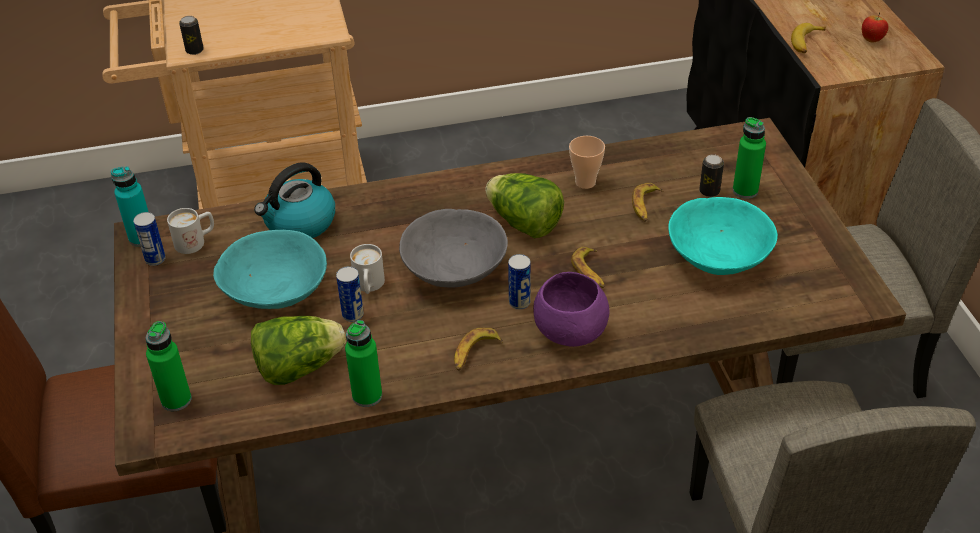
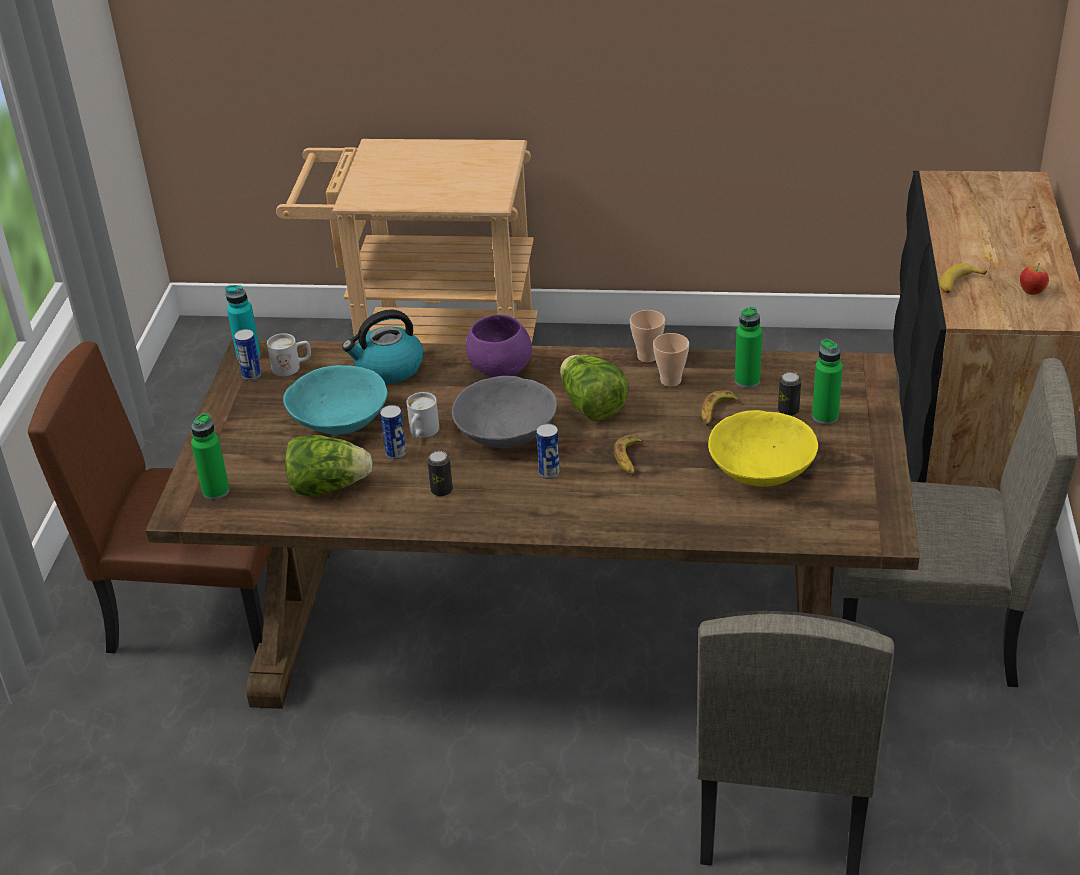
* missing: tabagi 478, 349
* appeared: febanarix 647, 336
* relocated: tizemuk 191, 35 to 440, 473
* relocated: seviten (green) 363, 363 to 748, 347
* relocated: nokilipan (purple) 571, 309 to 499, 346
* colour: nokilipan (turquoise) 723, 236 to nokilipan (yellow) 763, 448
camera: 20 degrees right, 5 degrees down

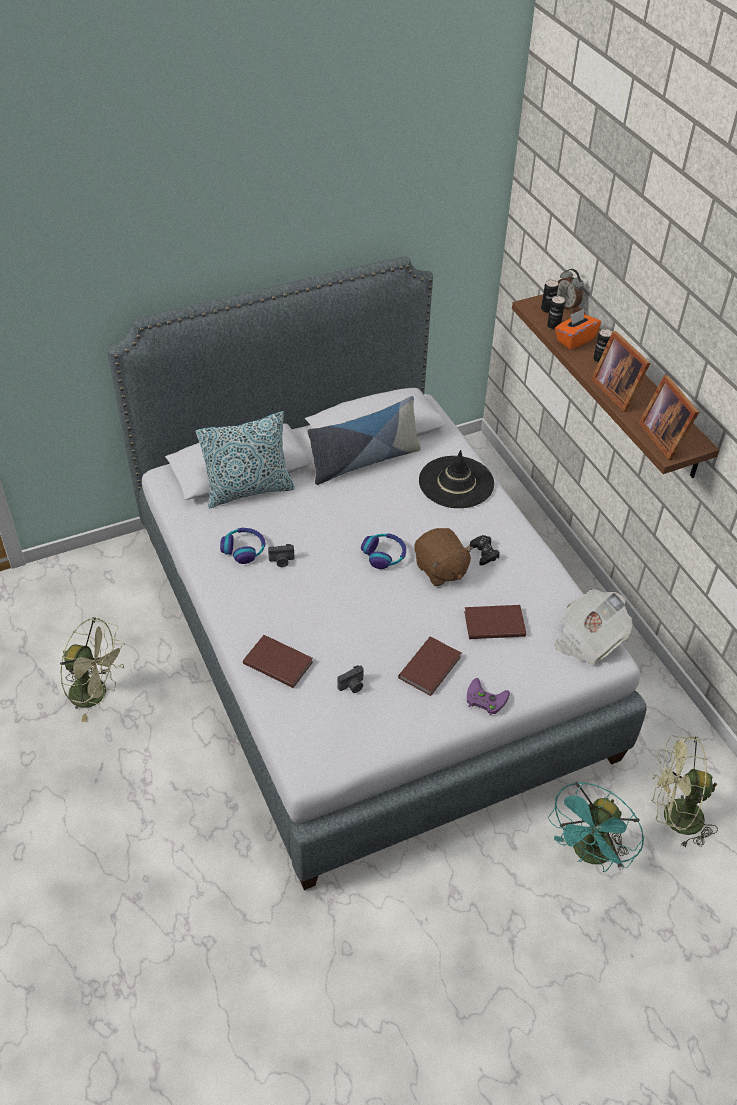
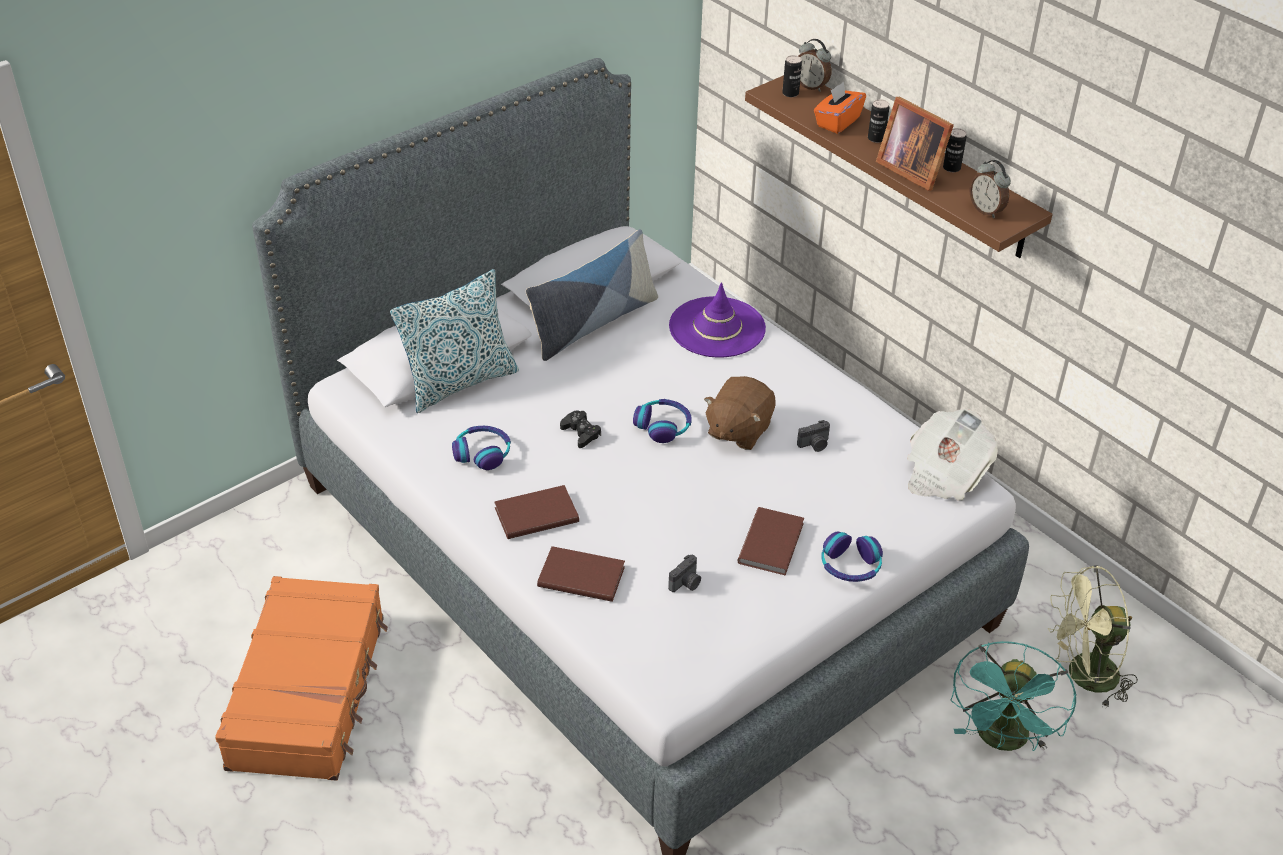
* relocated: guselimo 281, 555 to 813, 436
* relocated: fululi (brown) 495, 622 to 536, 512
* relocated: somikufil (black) 485, 550 to 580, 429
* relocated: tizemuk 556, 313 to 955, 150
* exchanged: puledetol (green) 93, 669 to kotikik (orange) 301, 678
* exchanged: somikufil (purple) 488, 697 to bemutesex 852, 557
* exchanged: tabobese 669, 417 to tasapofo 990, 189
* colour: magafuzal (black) 456, 479 to magafuzal (purple) 717, 319
* spun: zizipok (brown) 443, 557 = 739, 413 75 degrees clockwise
camera: 15 degrees left, 5 degrees down

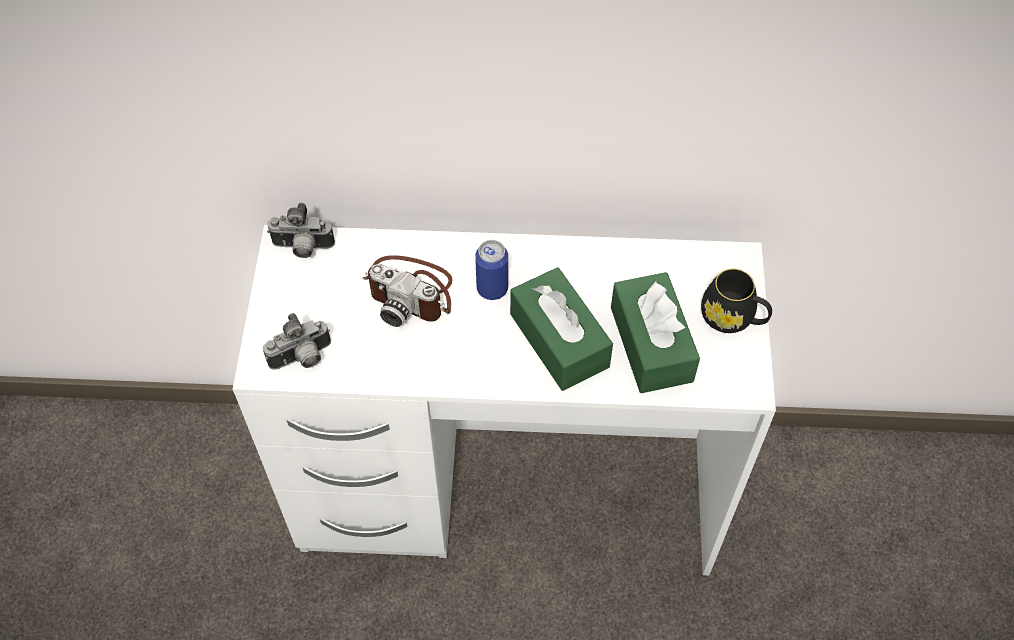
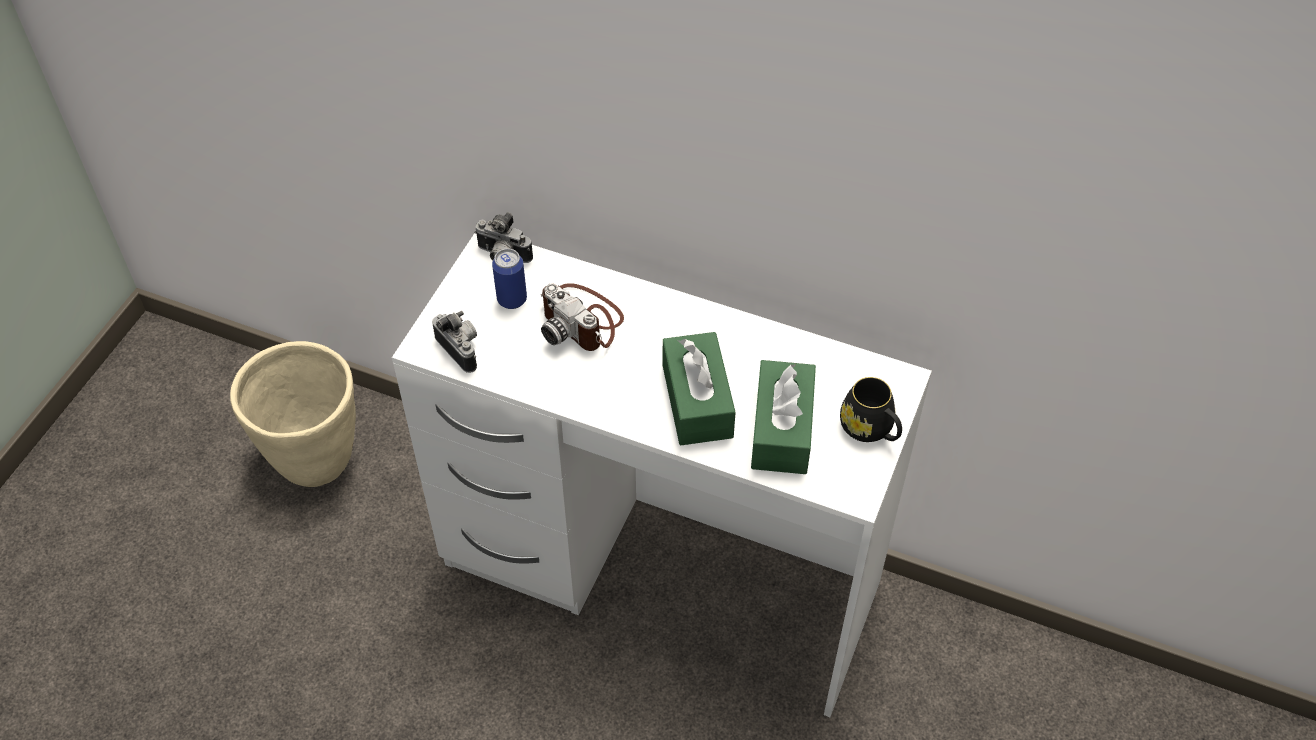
* appeared: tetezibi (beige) 293, 414
* relocated: tizemuk 491, 270 to 509, 278
* spun: guselimo 297, 341 = 454, 342 120 degrees counterclockwise
camera: 20 degrees right, 5 degrees down

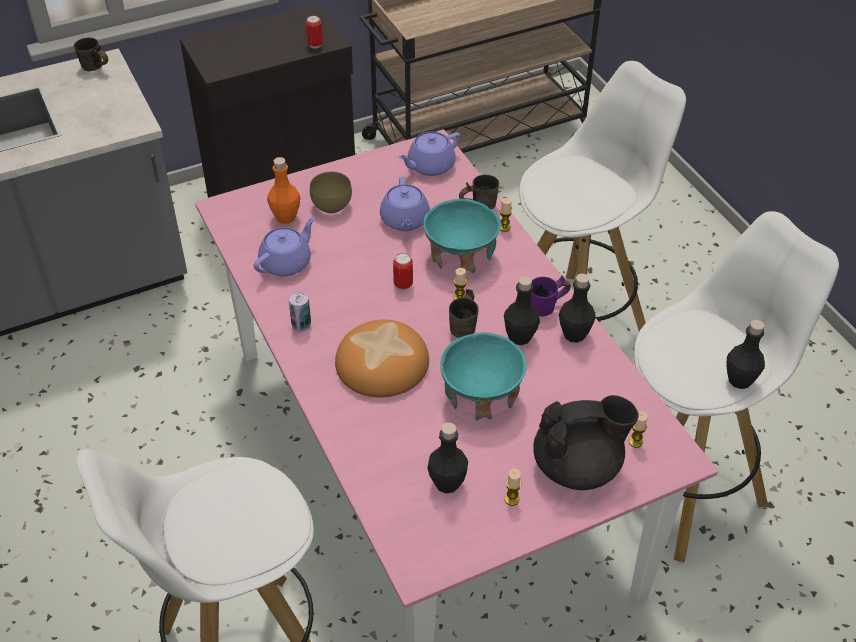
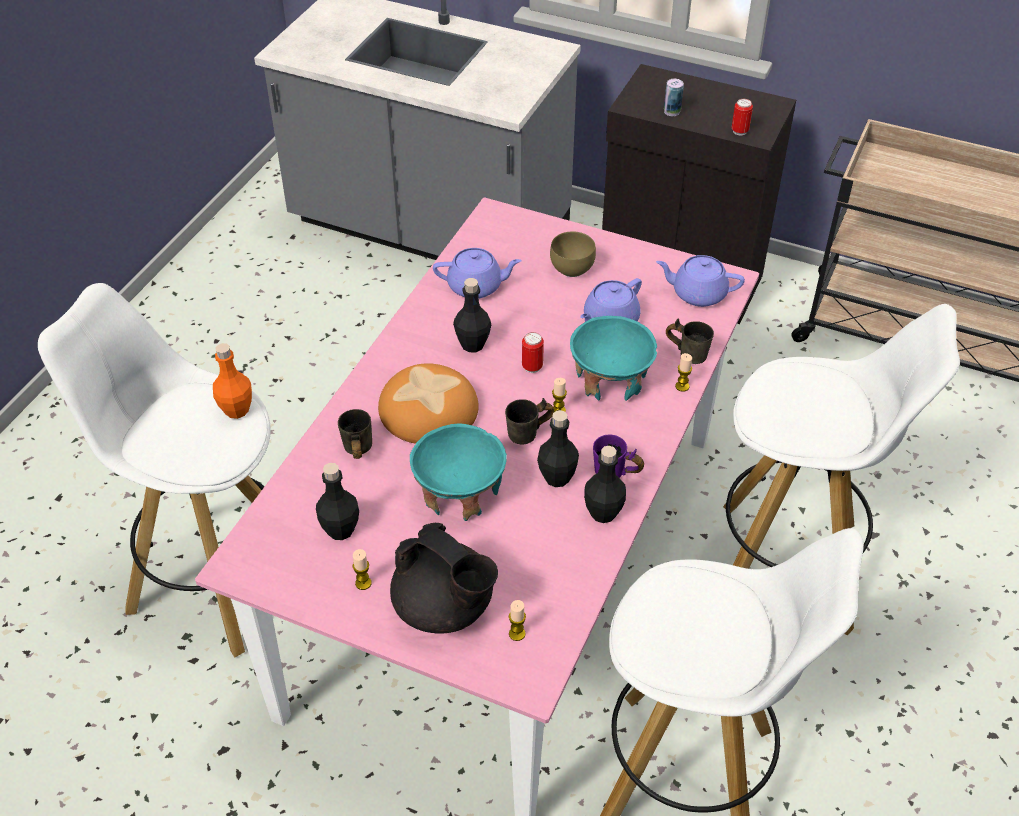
* relocated: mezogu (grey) 91, 54 to 355, 434
* relocated: seviten (orange) 283, 190 to 232, 381
* relocated: tizemuk 300, 312 to 674, 97
* relocated: seviten (black) 745, 354 to 472, 315
camera: 50 degrees right, 0 degrees up

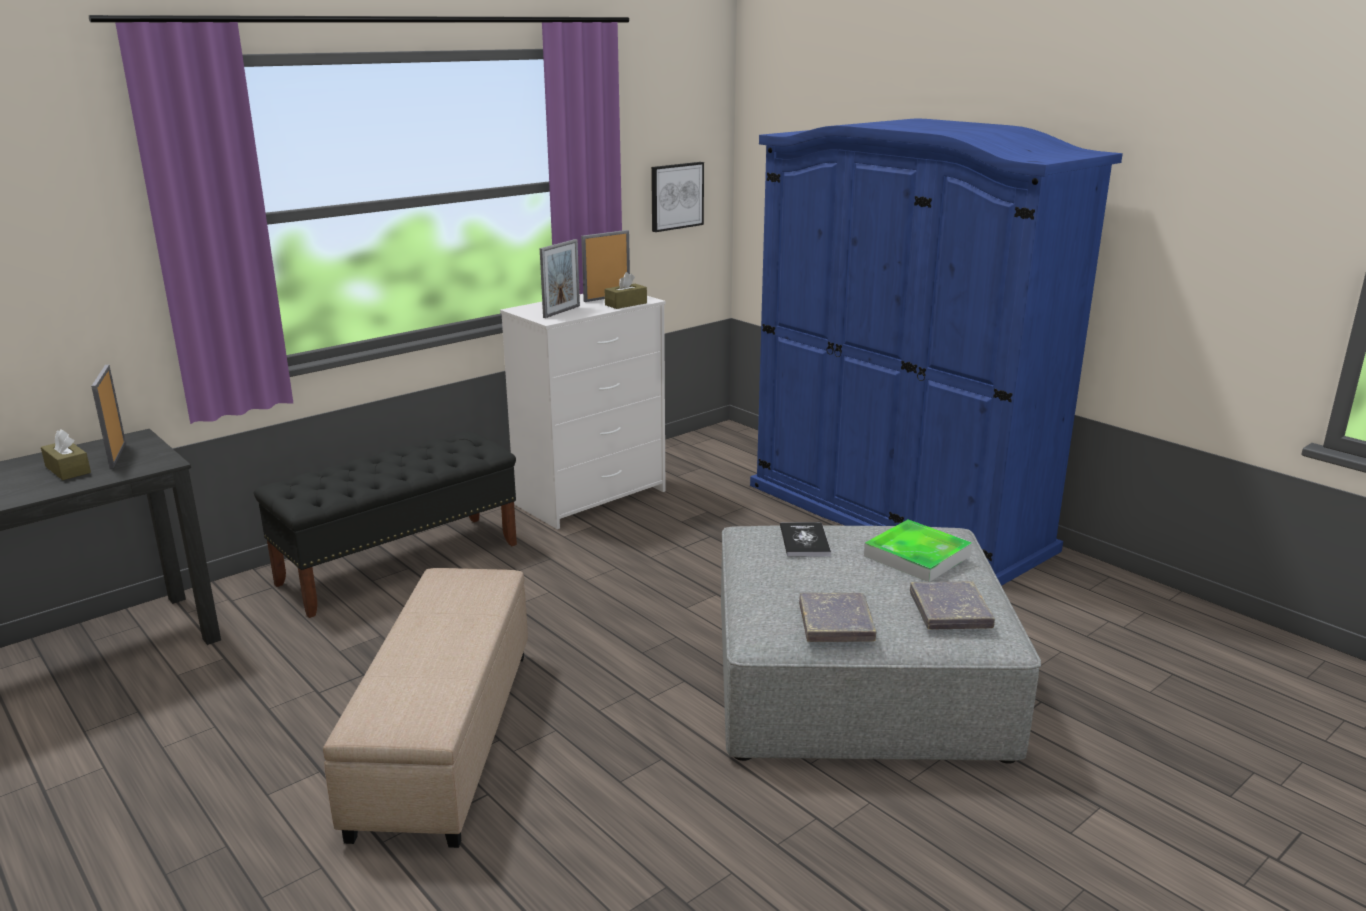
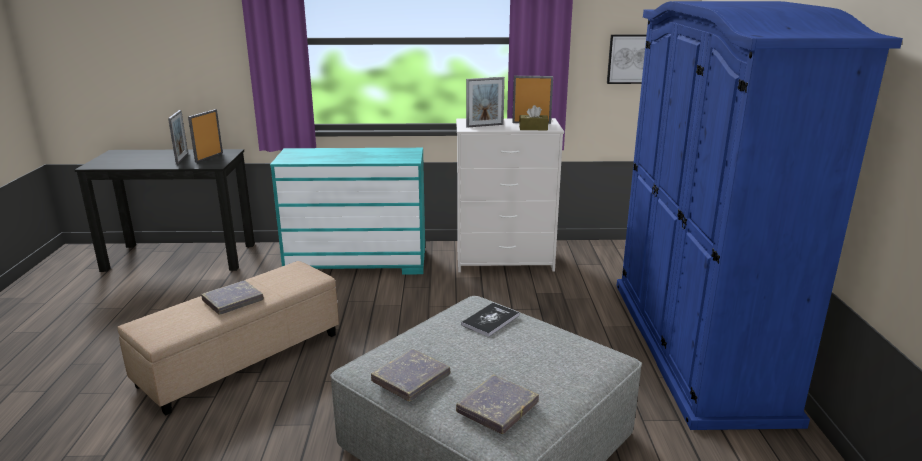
* missing: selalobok 918, 551
* appeared: fululi (grey) 232, 297
* exchanged: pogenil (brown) 66, 454 to tabobese 178, 137
* exchanged: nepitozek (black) 385, 525 to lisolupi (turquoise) 347, 211
camera: 40 degrees right, 0 degrees up

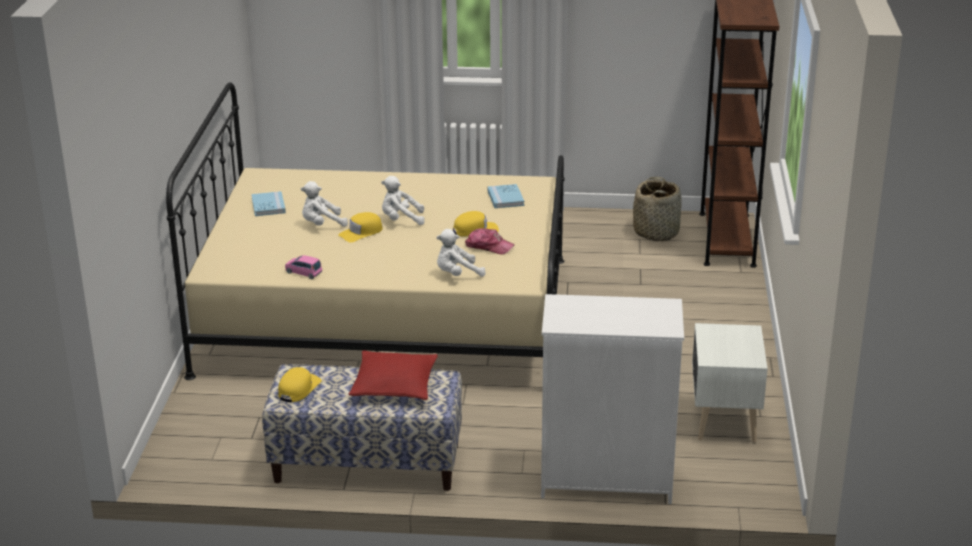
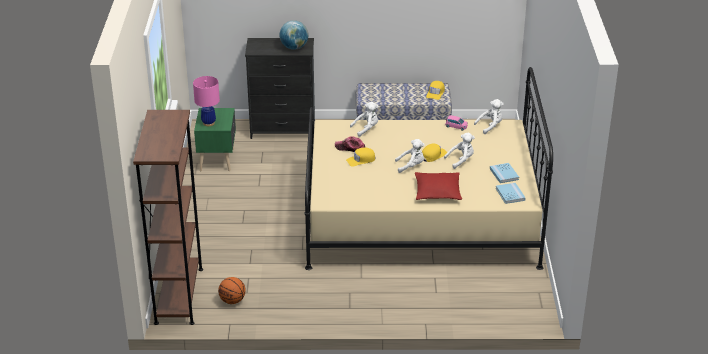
* appeared: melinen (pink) 206, 101
* appeared: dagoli 294, 35
* appeared: zizipok (white) 488, 116
* relocated: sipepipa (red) 393, 375 to 438, 186
* relocated: fululi (blue) 506, 196 to 510, 193
* exchanged: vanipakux 657, 209 to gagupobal 232, 290
* colour: lisolupi (white) 612, 399 to lisolupi (black) 280, 88
* colour: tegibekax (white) 730, 383 to tegibekax (green) 215, 139
camera: 175 degrees right, 5 degrees up

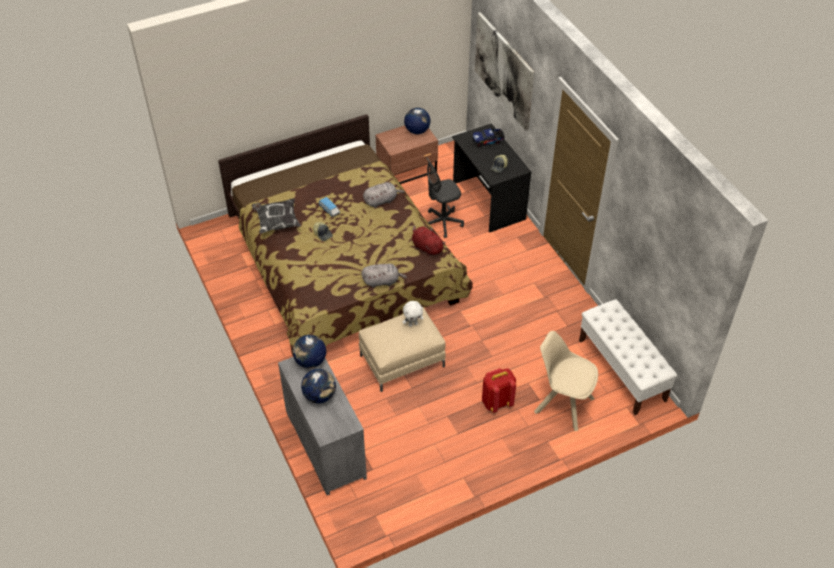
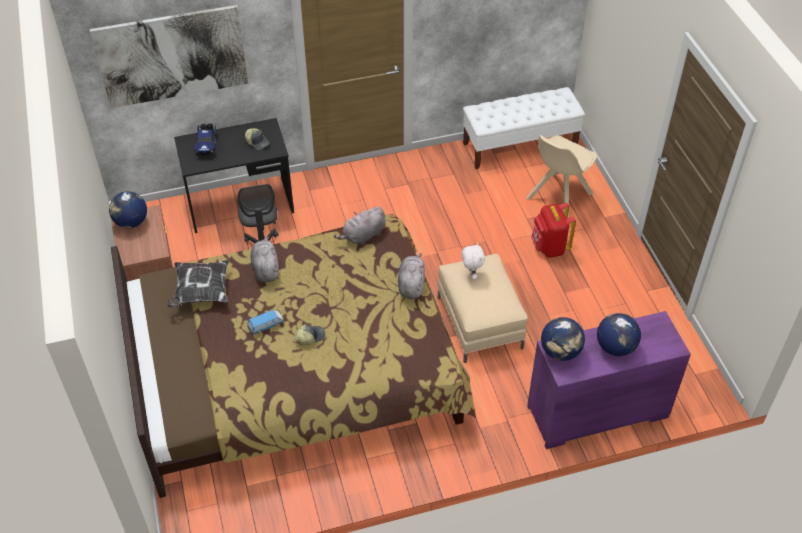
* relocated: sipepipa 276, 215 to 198, 284
* colour: lisolupi (grey) 322, 426 to lisolupi (purple) 609, 380
* colour: zizipok (red) 429, 241 to zizipok (grey) 360, 225
camera: 80 degrees left, 0 degrees up

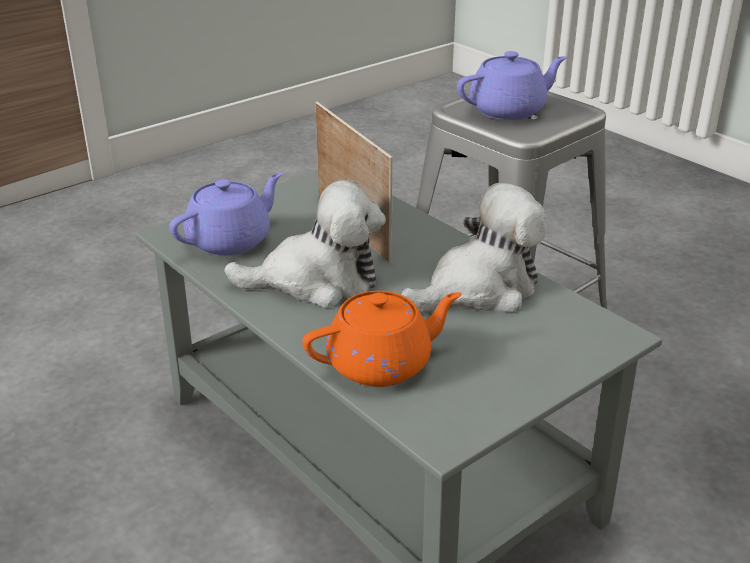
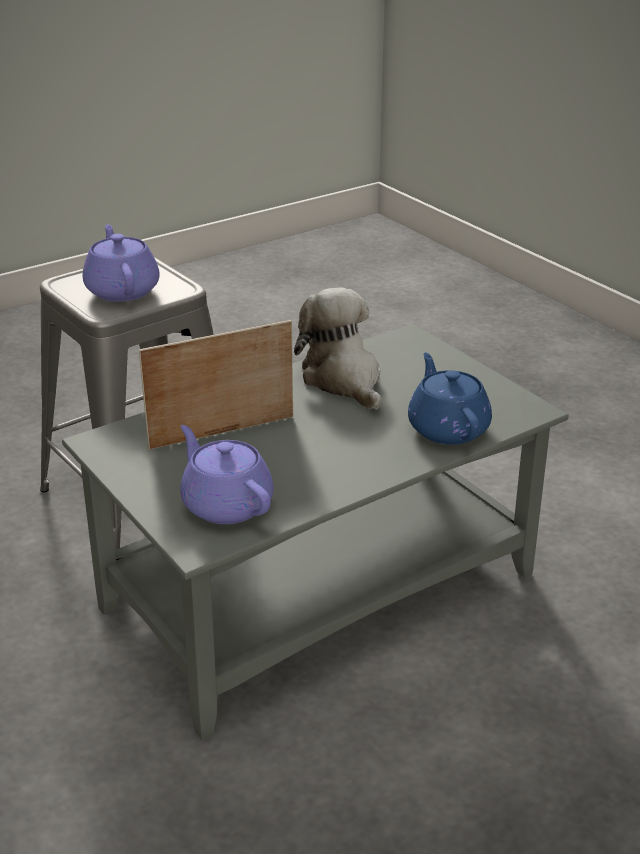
* missing: zizipok 305, 244
* colour: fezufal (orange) 382, 339 to fezufal (blue) 450, 399
camera: 85 degrees left, 0 degrees up

